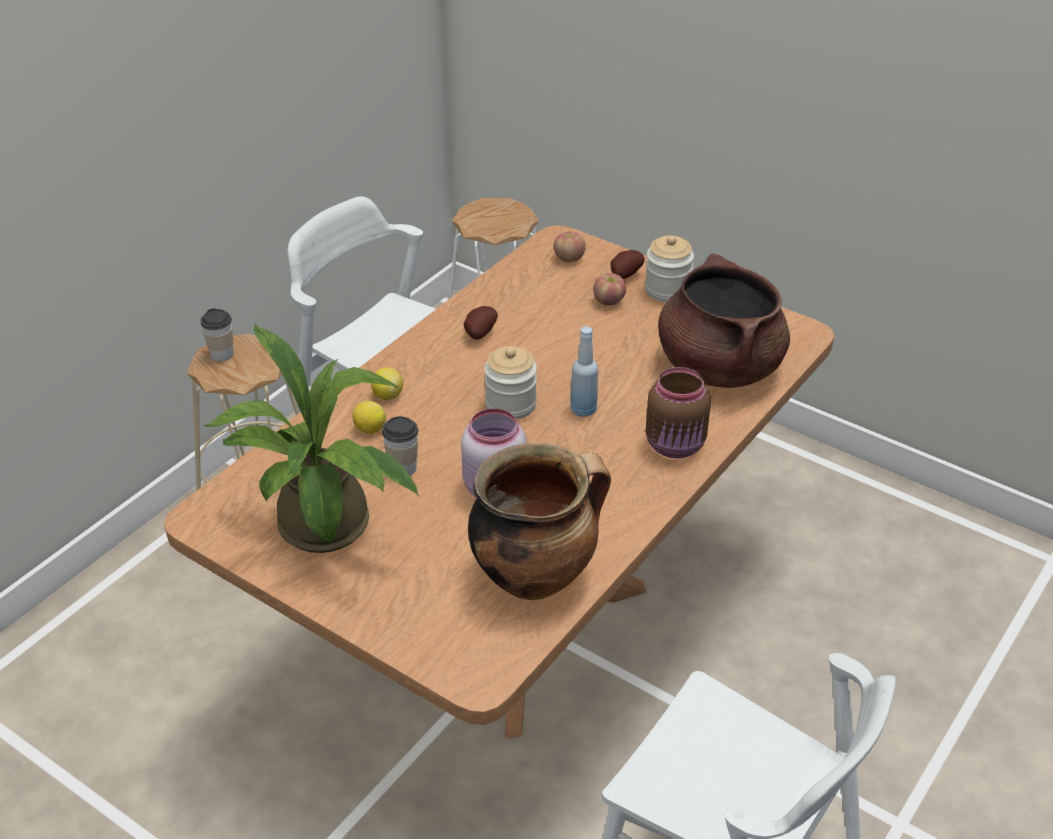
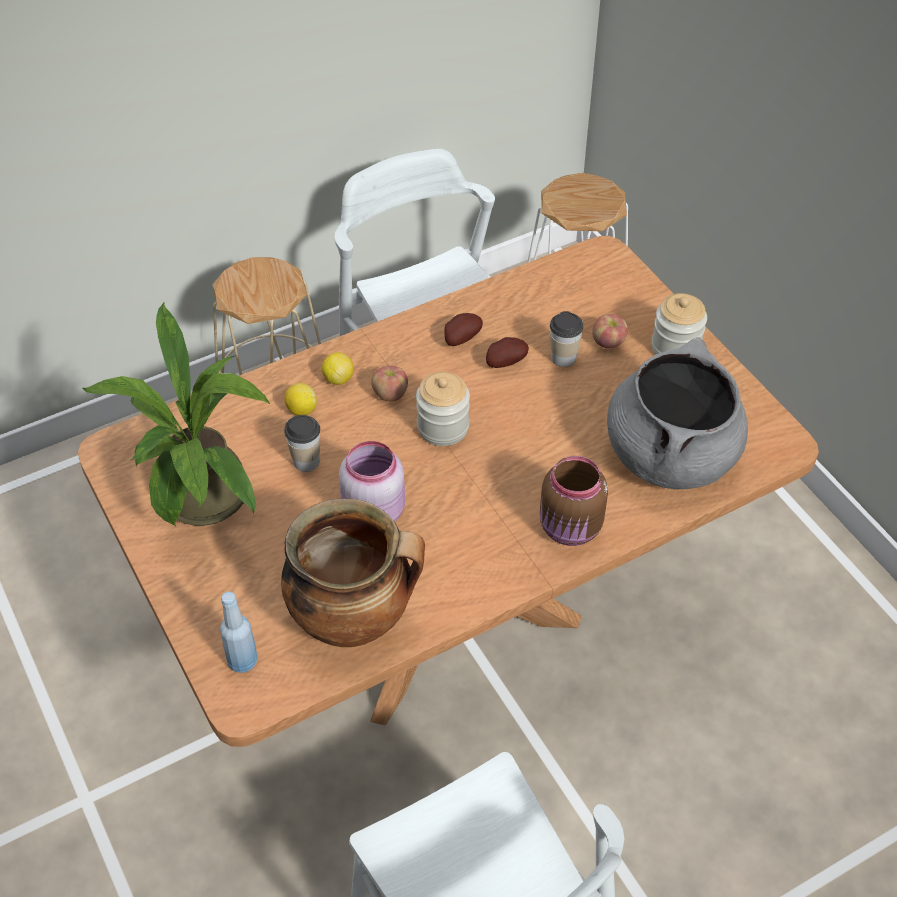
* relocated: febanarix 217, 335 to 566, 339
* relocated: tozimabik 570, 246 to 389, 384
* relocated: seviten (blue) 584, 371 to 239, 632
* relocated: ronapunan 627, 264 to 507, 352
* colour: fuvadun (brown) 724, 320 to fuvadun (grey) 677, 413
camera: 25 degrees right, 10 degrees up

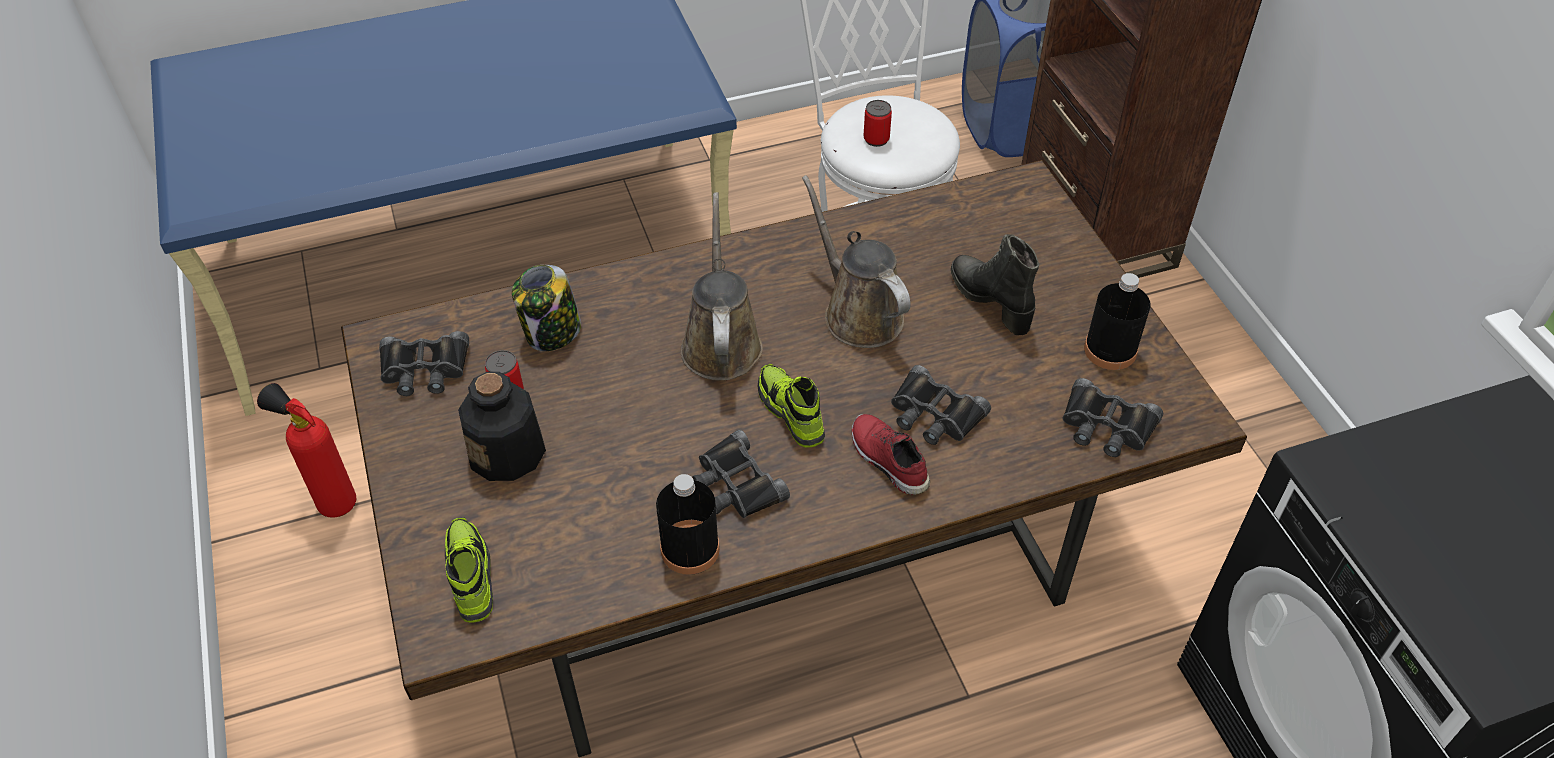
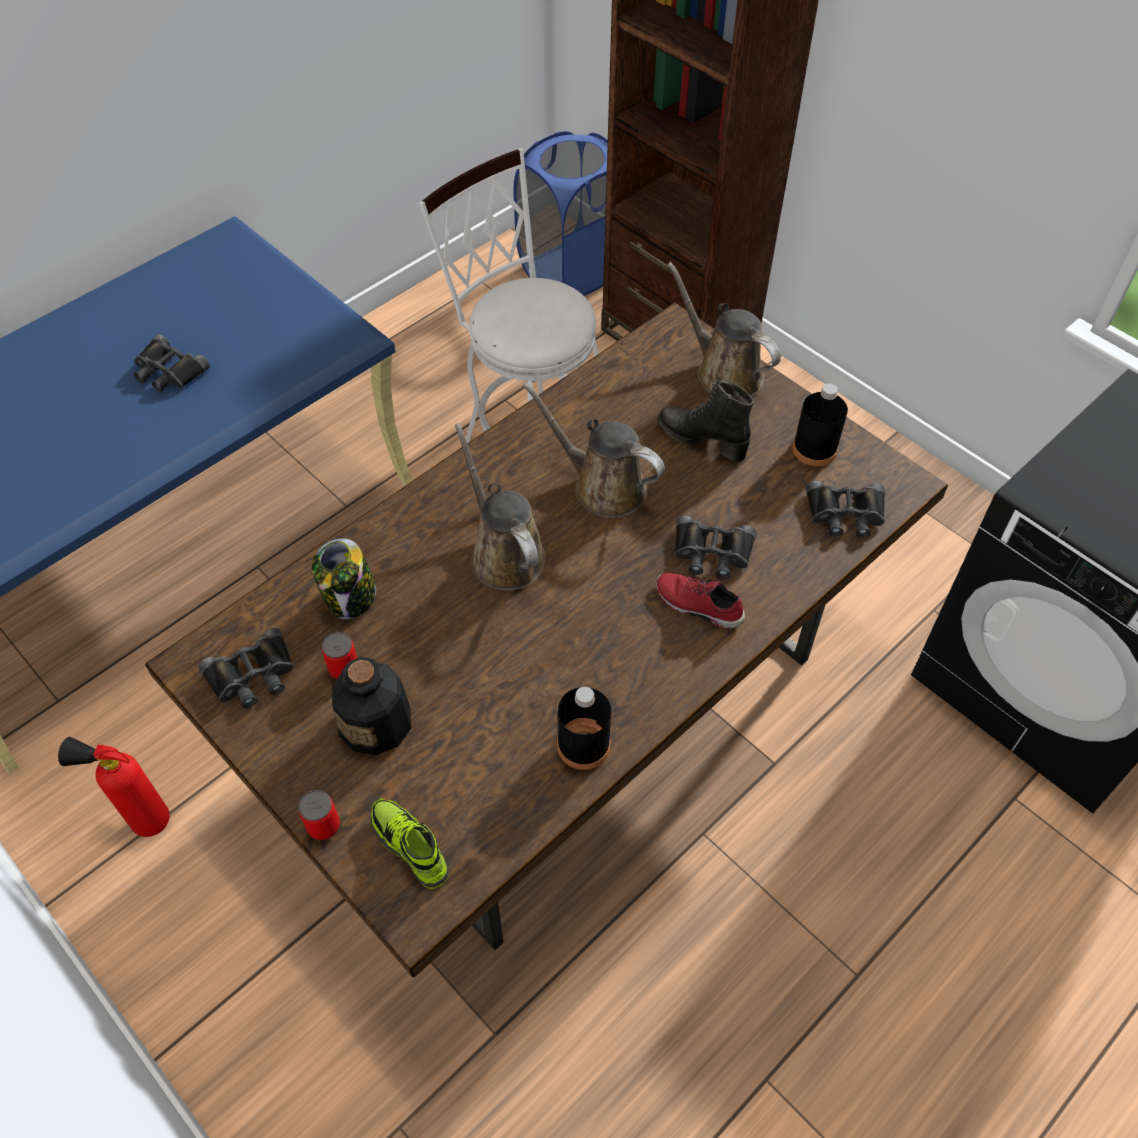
* missing: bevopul 791, 405
* appeared: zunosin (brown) 724, 329
* relocated: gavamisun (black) 741, 474 to 172, 363
* relocated: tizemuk 878, 123 to 319, 815
camera: 25 degrees left, 5 degrees up

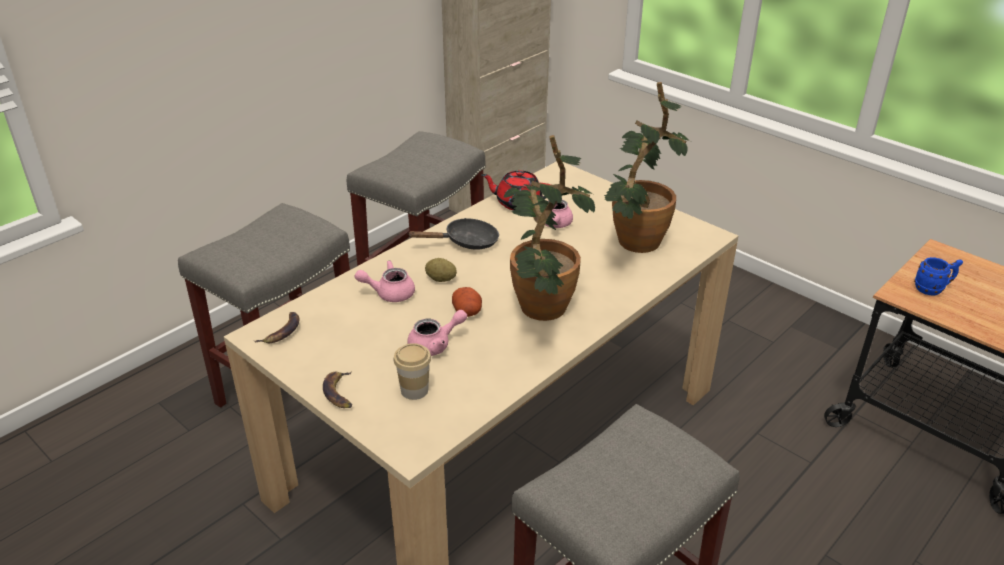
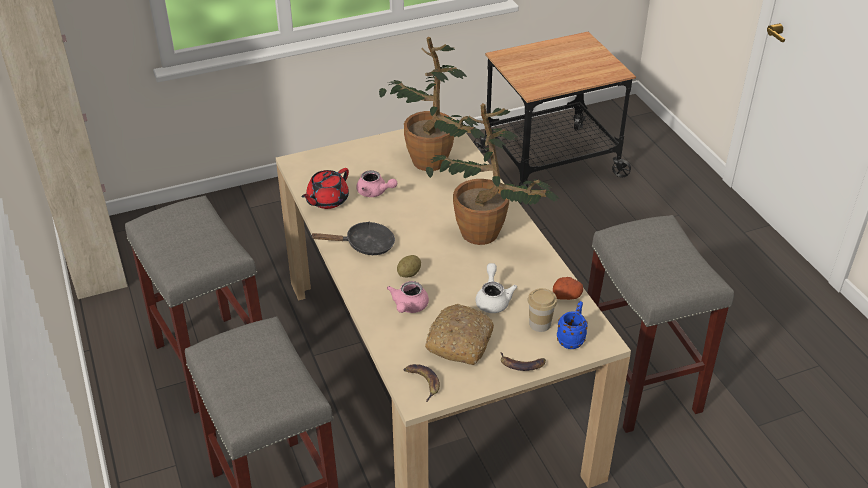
* appeared: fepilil 459, 334
* relocated: ronapunan 467, 302 to 568, 288
* relocated: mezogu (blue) 938, 276 to 572, 325
* colour: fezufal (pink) 437, 333 to fezufal (white) 496, 288
* spun: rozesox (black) 453, 234 = 352, 238 75 degrees clockwise
camera: 65 degrees left, 5 degrees up

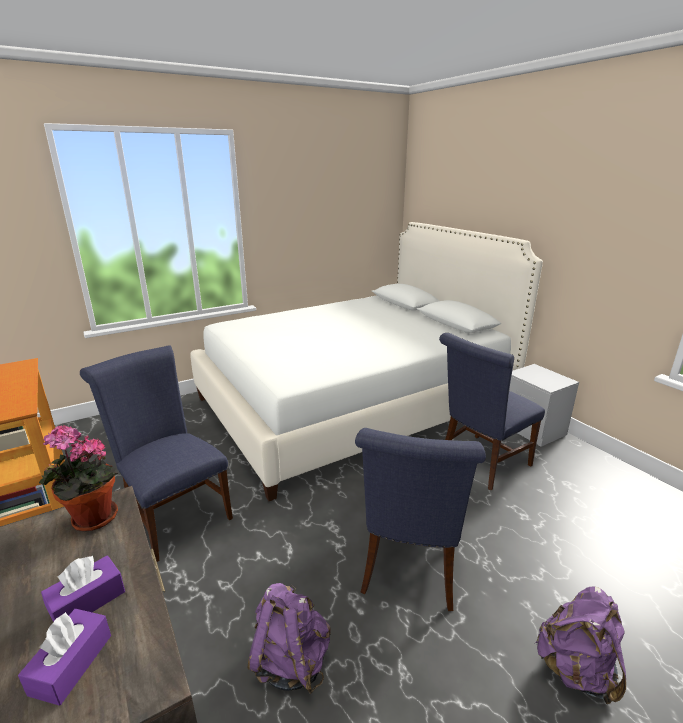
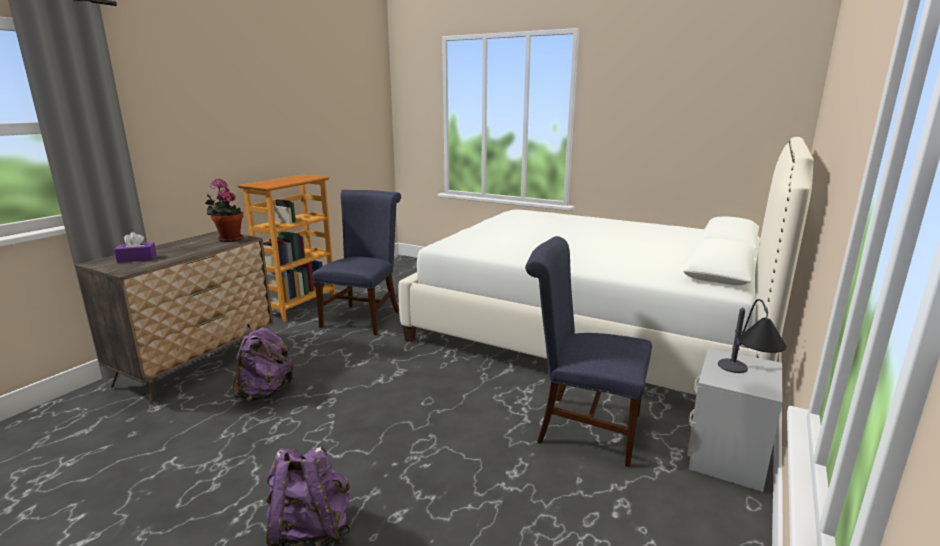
* missing: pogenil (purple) 83, 588
* missing: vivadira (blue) 420, 519
* appeared: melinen 752, 336
camera: 60 degrees right, 5 degrees down

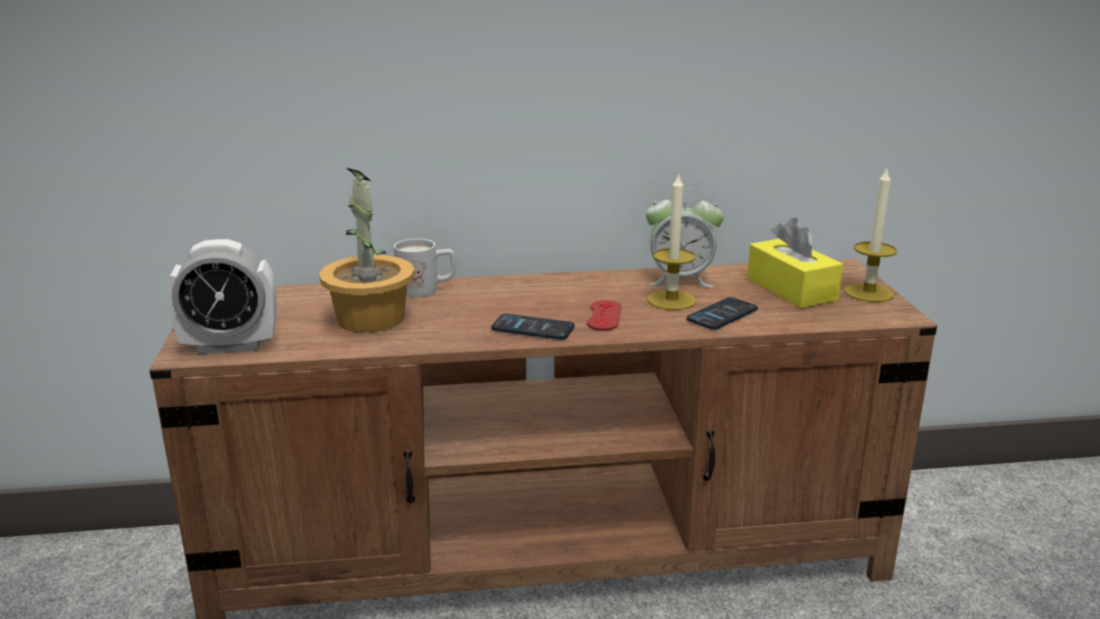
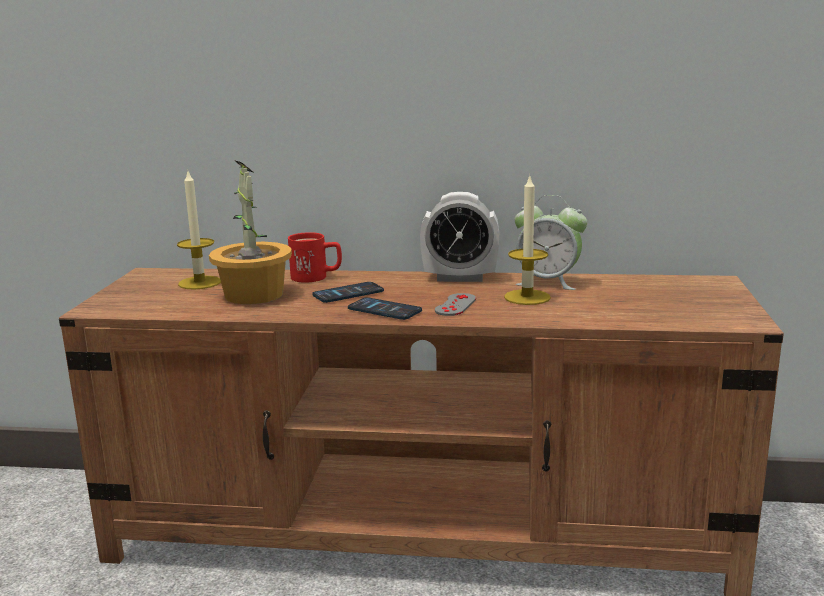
* missing: pogenil (yellow) 795, 263
* relocated: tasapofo 221, 296 to 459, 237
* relocated: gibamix 722, 313 to 348, 292
* relocated: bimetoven 870, 234 to 199, 230
* colour: mezogu (white) 425, 267 to mezogu (red) 315, 257
* colour: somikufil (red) 604, 315 to somikufil (grey) 455, 304
camera: 15 degrees right, 5 degrees down

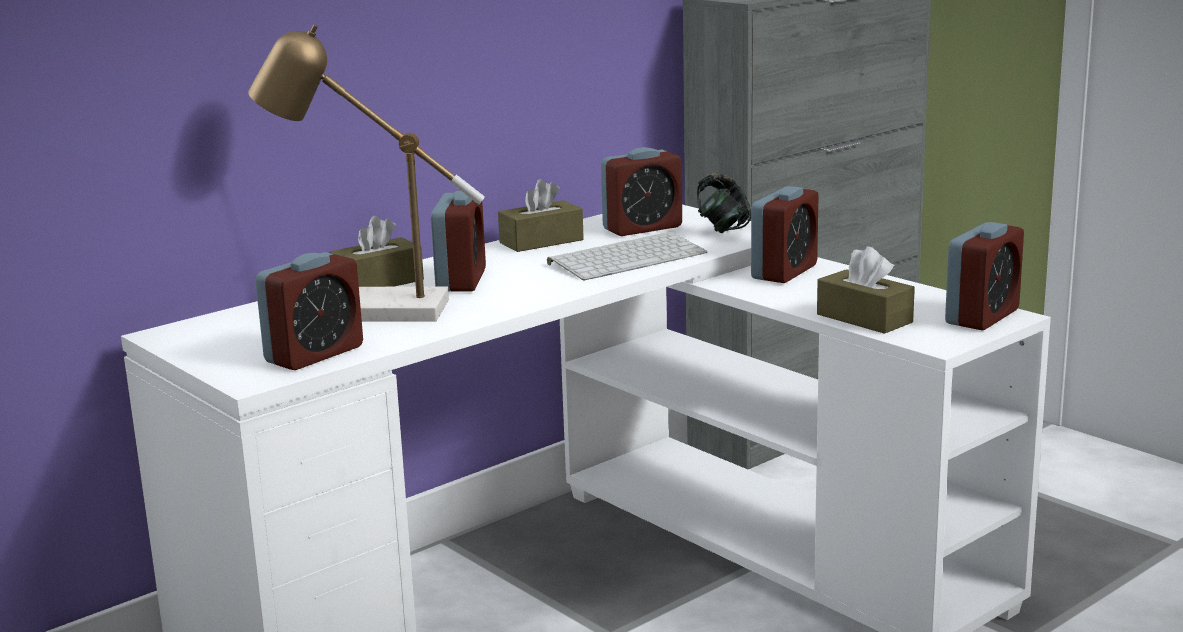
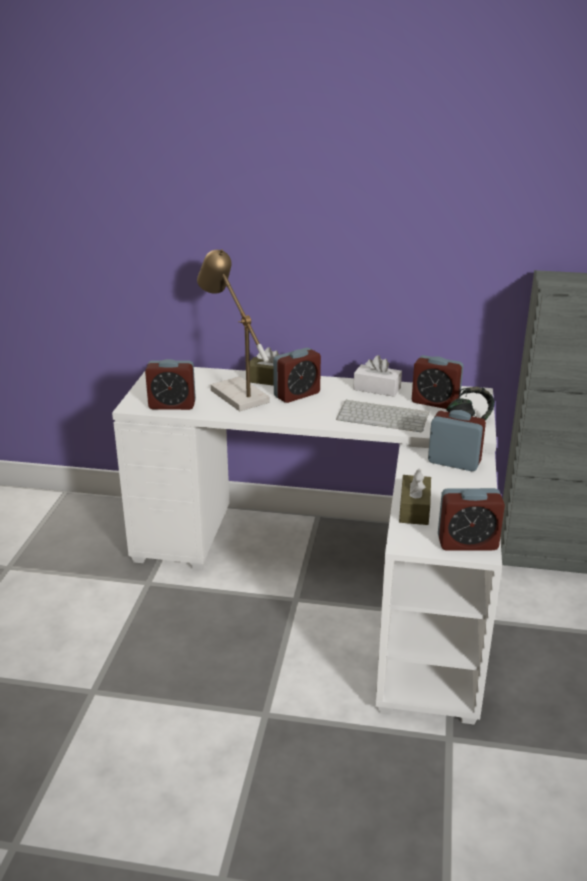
* colour: pogenil (brown) 541, 215 to pogenil (white) 377, 376
* spun: tasapofo 785, 234 = 457, 440 150 degrees counterclockwise
camera: 50 degrees right, 10 degrees up

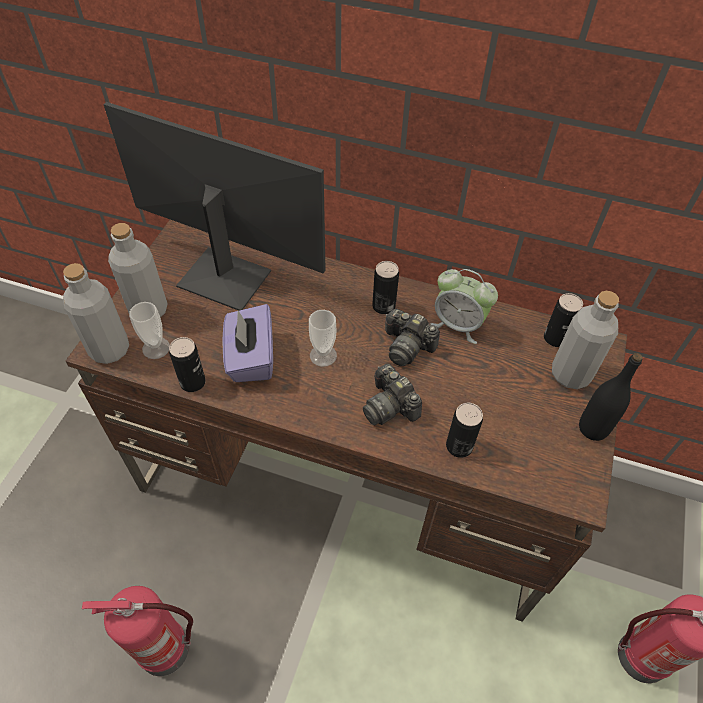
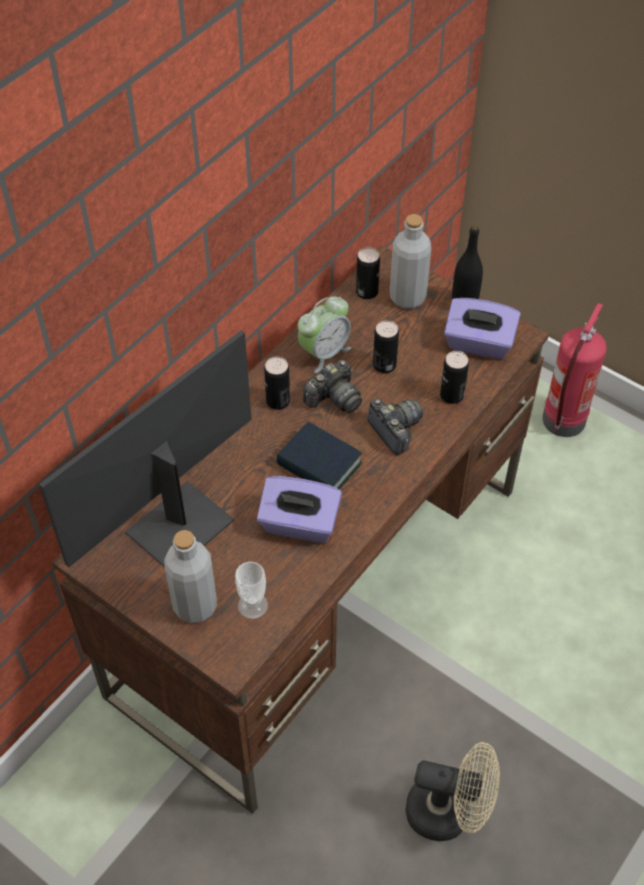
* missing: seviten (grey) 96, 313
* appeared: pogenil (purple) 482, 328
* relocated: tizemuk 187, 364 to 386, 346
* exchanged: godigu 137, 631 to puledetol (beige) 453, 791
* exchanged: febanarix 323, 338 to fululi 319, 455
* spun: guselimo 392, 394 = 395, 427 105 degrees counterclockwise
camera: 70 degrees left, 0 degrees up

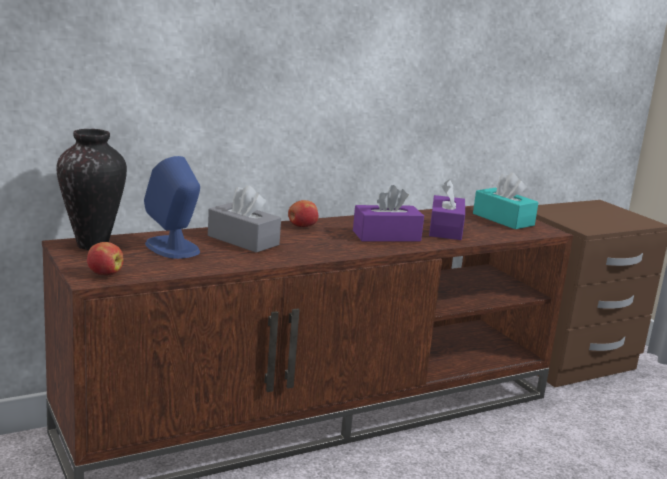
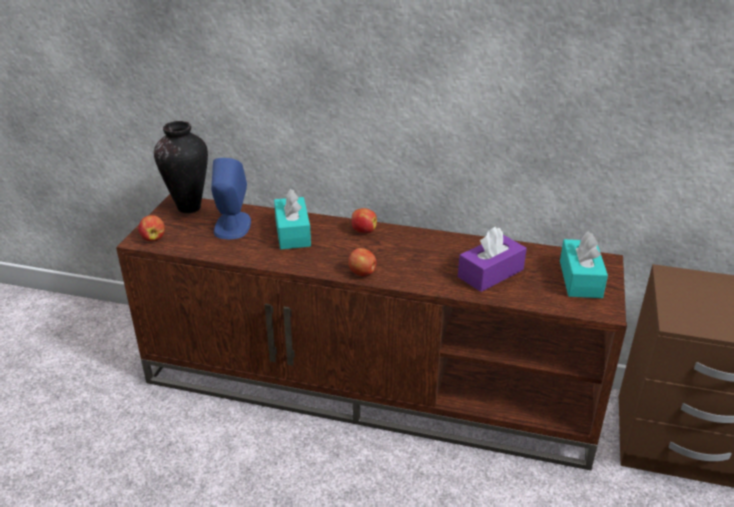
* missing: pogenil (purple) 388, 213
* appeared: tozimabik 362, 262
* colour: pogenil (grey) 244, 219 to pogenil (turquoise) 292, 219
camera: 45 degrees right, 15 degrees up

